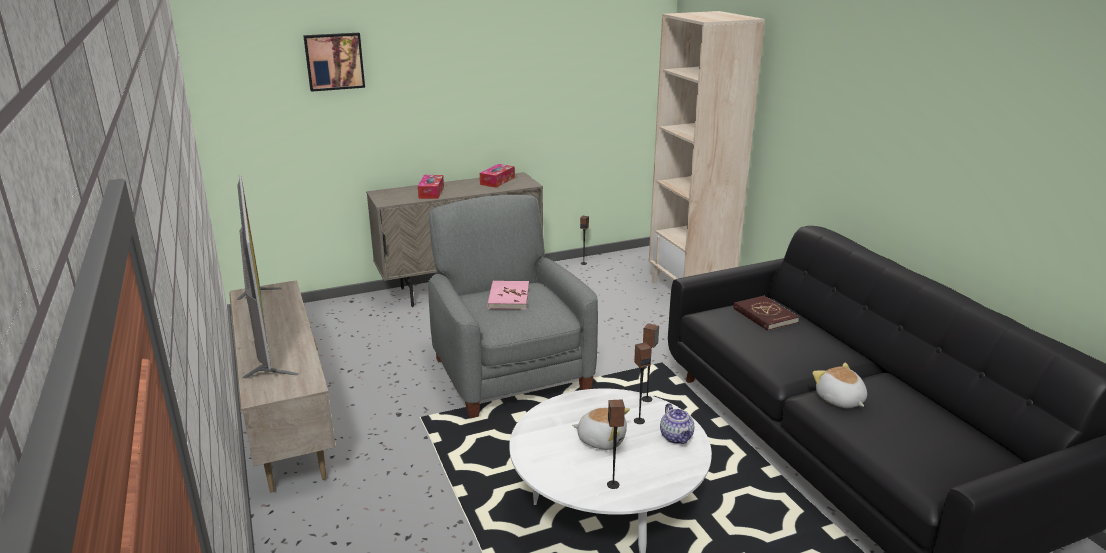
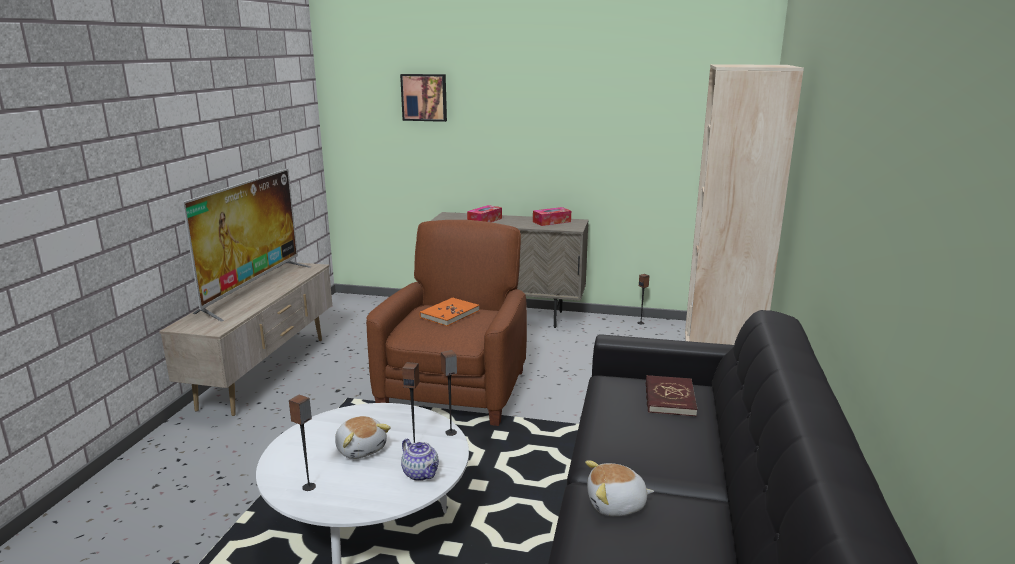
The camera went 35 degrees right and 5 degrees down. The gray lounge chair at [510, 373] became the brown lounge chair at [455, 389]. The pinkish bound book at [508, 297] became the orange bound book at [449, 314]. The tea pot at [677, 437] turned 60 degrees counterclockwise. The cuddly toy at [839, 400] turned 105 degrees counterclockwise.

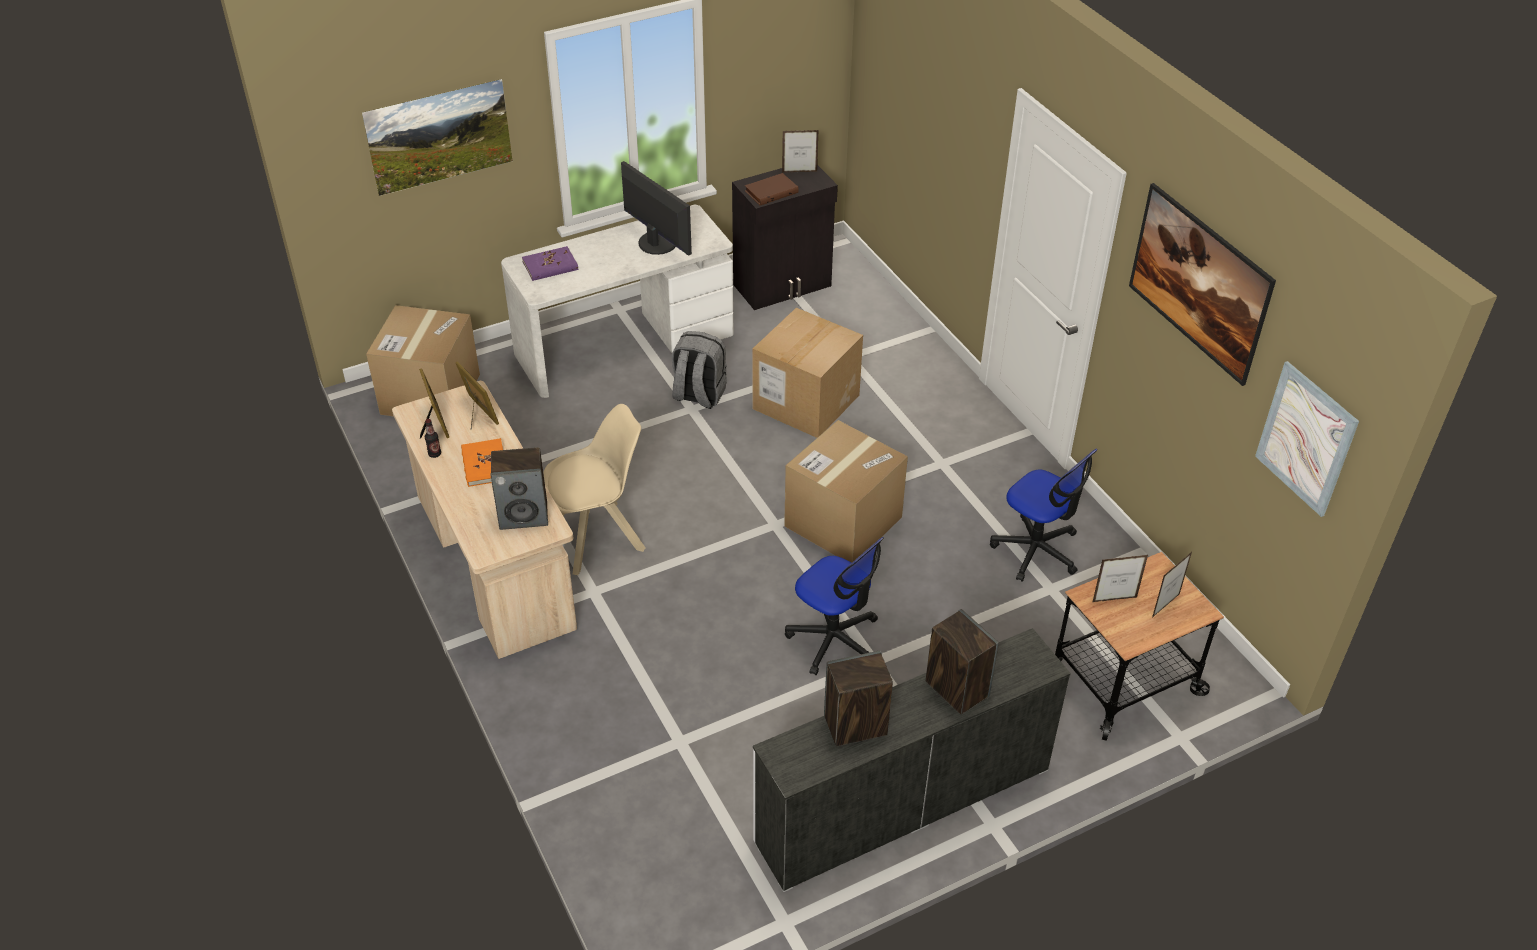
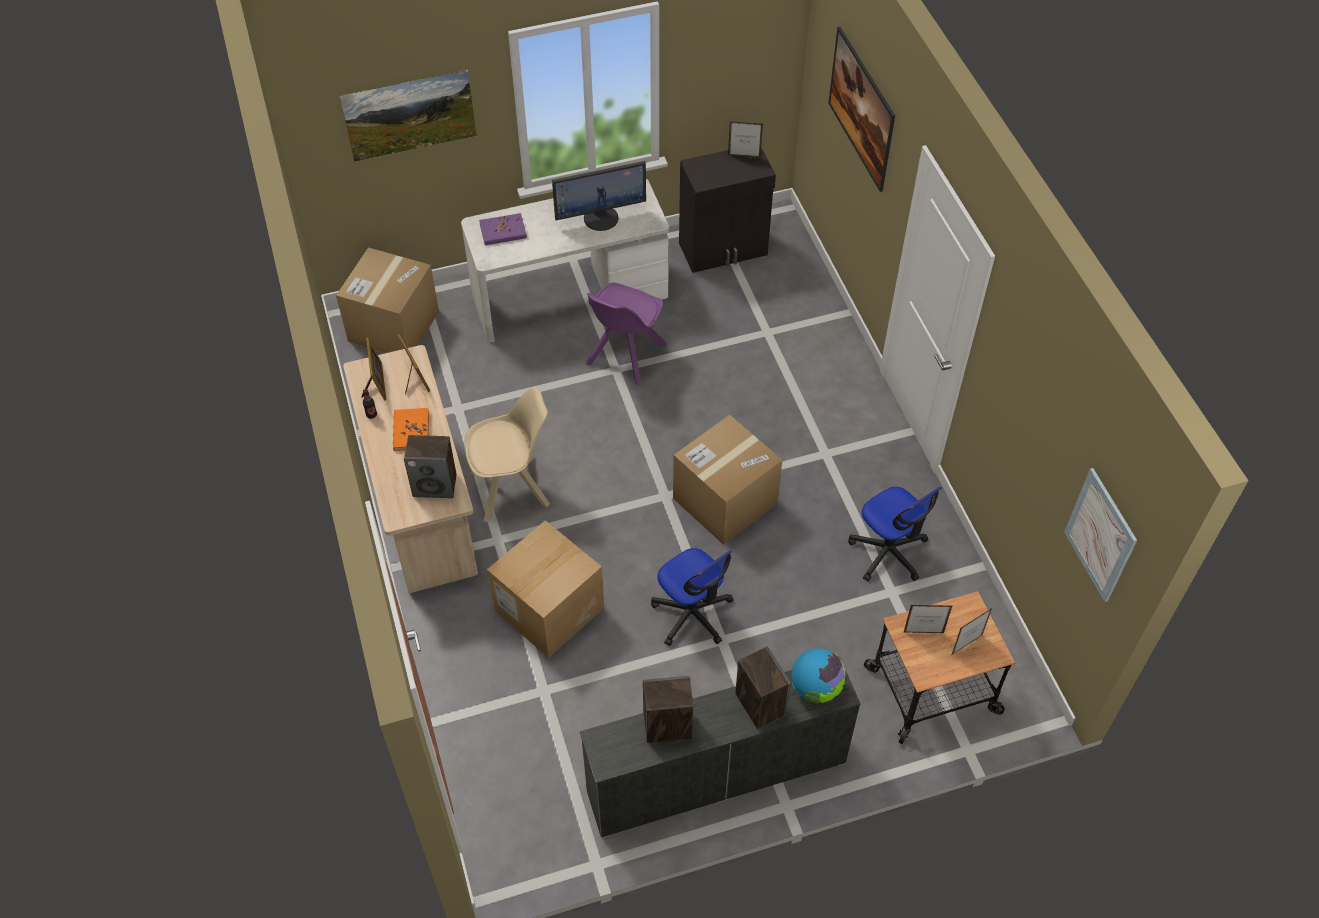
The camera went 10 degrees right and 10 degrees up. The brown bound book at [771, 191] disappeared. The desk globe at [816, 688] appeared. The packing box moved from [806, 402] to [549, 609]. The wall art moved from [1192, 308] to [858, 127]. The gray rucksack at [698, 395] was replaced by the purple-coloured plain chair at [625, 356]. The monitor at [656, 243] turned 105 degrees clockwise.

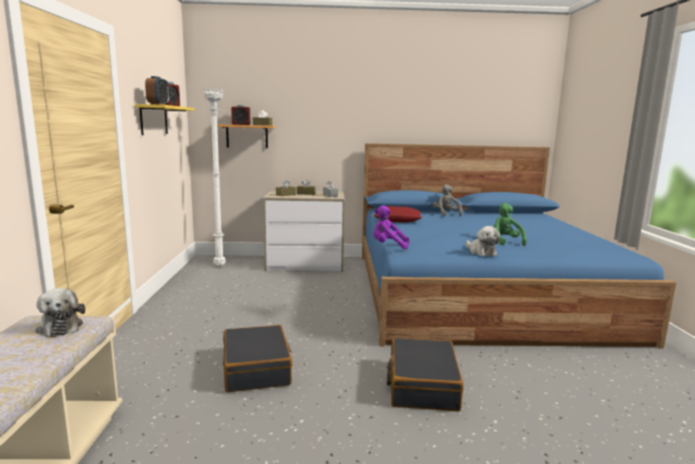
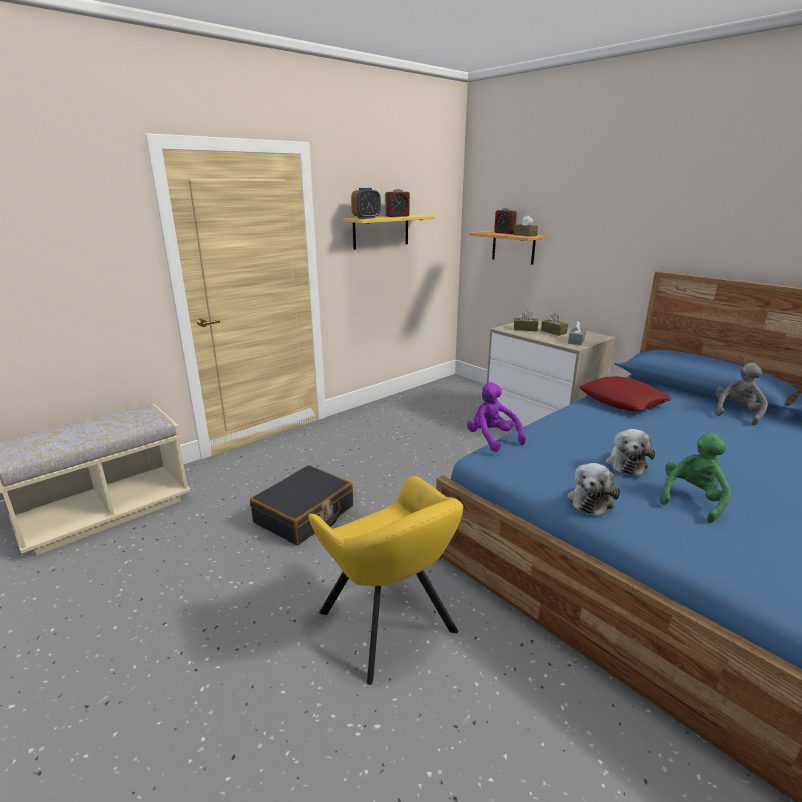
The camera went 50 degrees right and 10 degrees up. The white-coloured standard lamp at [220, 266] disappeared. The cuddly toy moved from [60, 326] to [626, 463]. The black piece of luggage at [422, 385] was replaced by the yellow-coloured lounge chair at [389, 627].

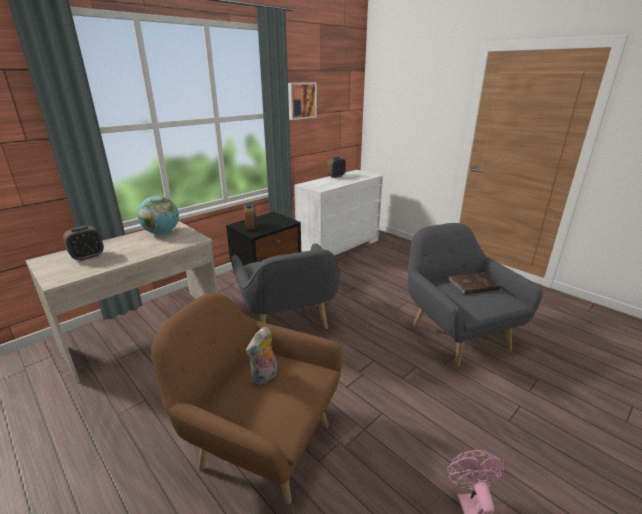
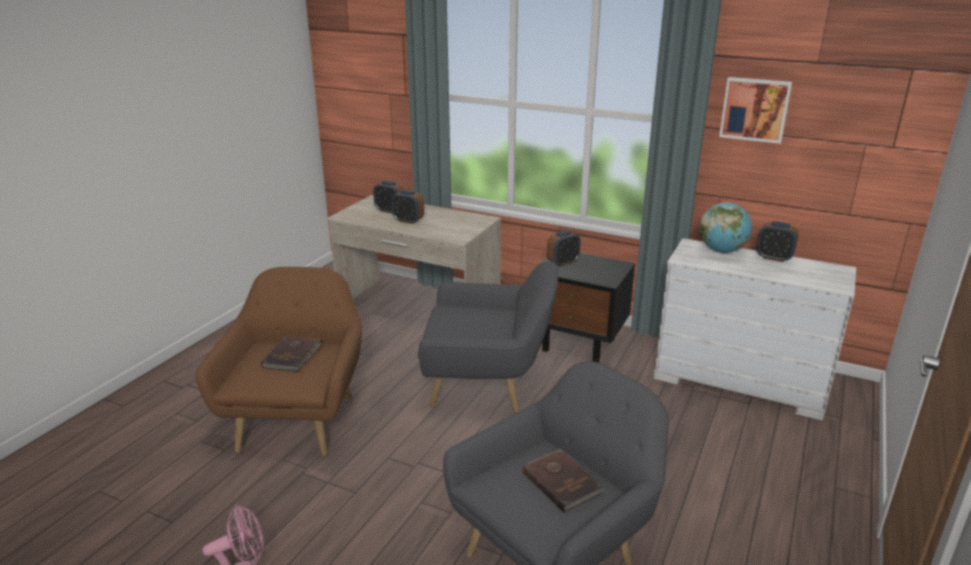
The camera went 70 degrees right and 0 degrees up. The alarm clock at [408, 221] appeared. The desk globe moved from [162, 233] to [722, 251]. The cuddly toy at [265, 377] was replaced by the brown bound book at [292, 356]. The gray lounge chair at [287, 321] turned 135 degrees counterclockwise.

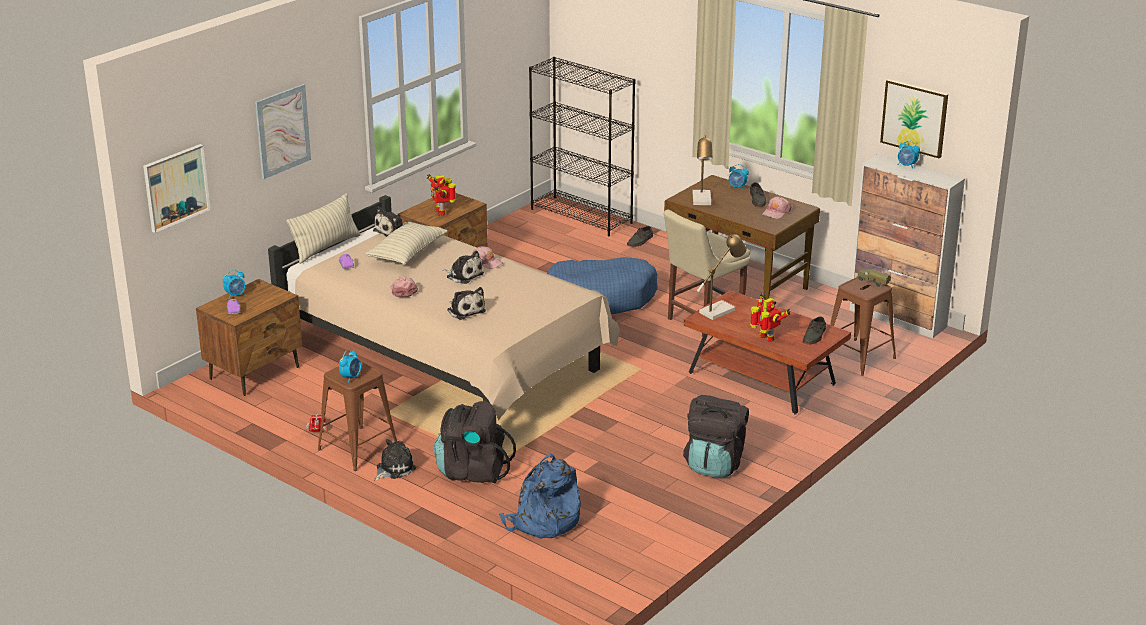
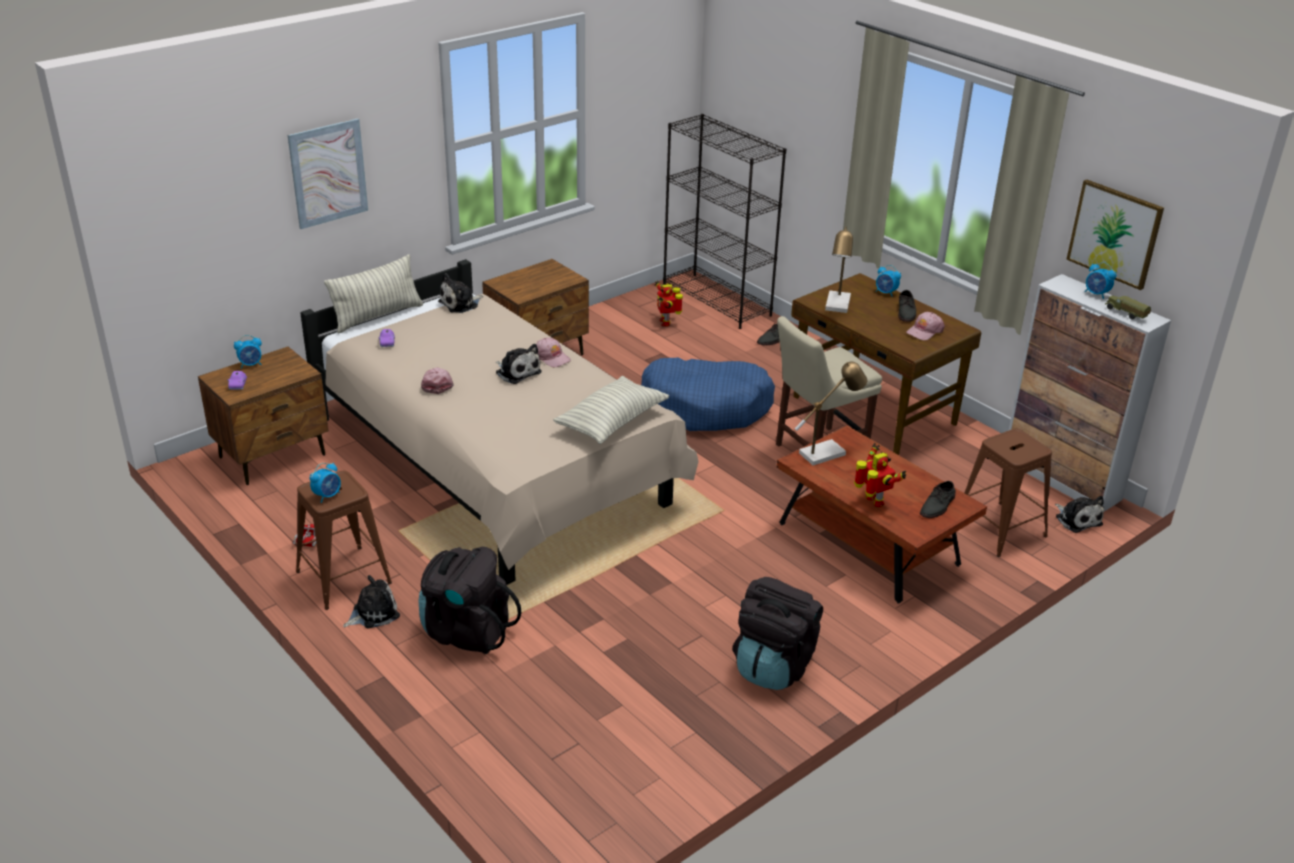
The camera went 10 degrees right and 5 degrees up. The wall art at [176, 187] disappeared. The blue-coloured rucksack at [543, 521] disappeared. The pillow moved from [407, 253] to [612, 422]. The model robot moved from [441, 212] to [666, 322]. The cuddly toy moved from [465, 310] to [1077, 519]. The toy lorry moved from [873, 282] to [1125, 314].

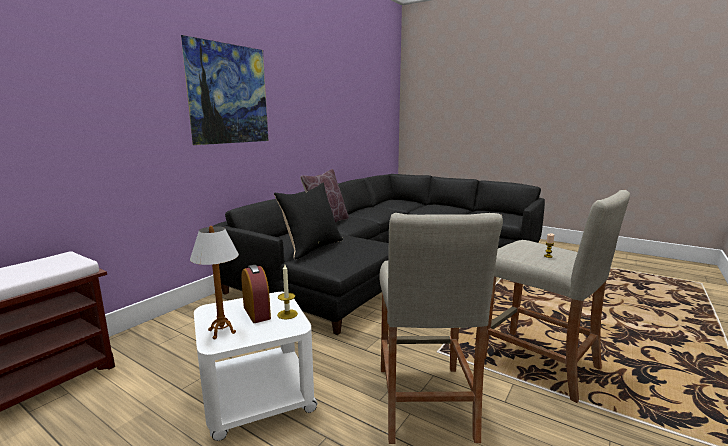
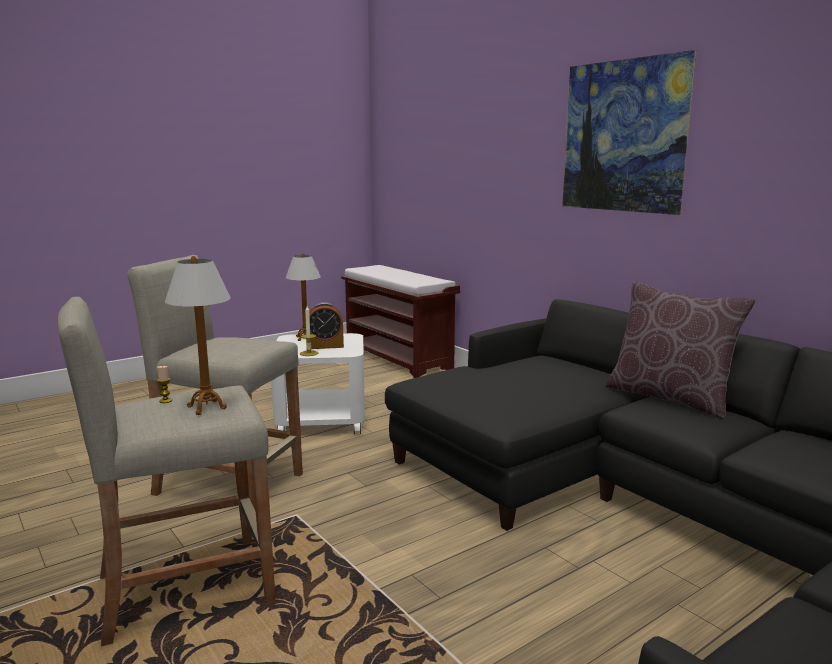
The camera went 110 degrees right and 0 degrees up. The black pillow at [312, 248] disappeared. The lamp for a table at [207, 408] appeared.

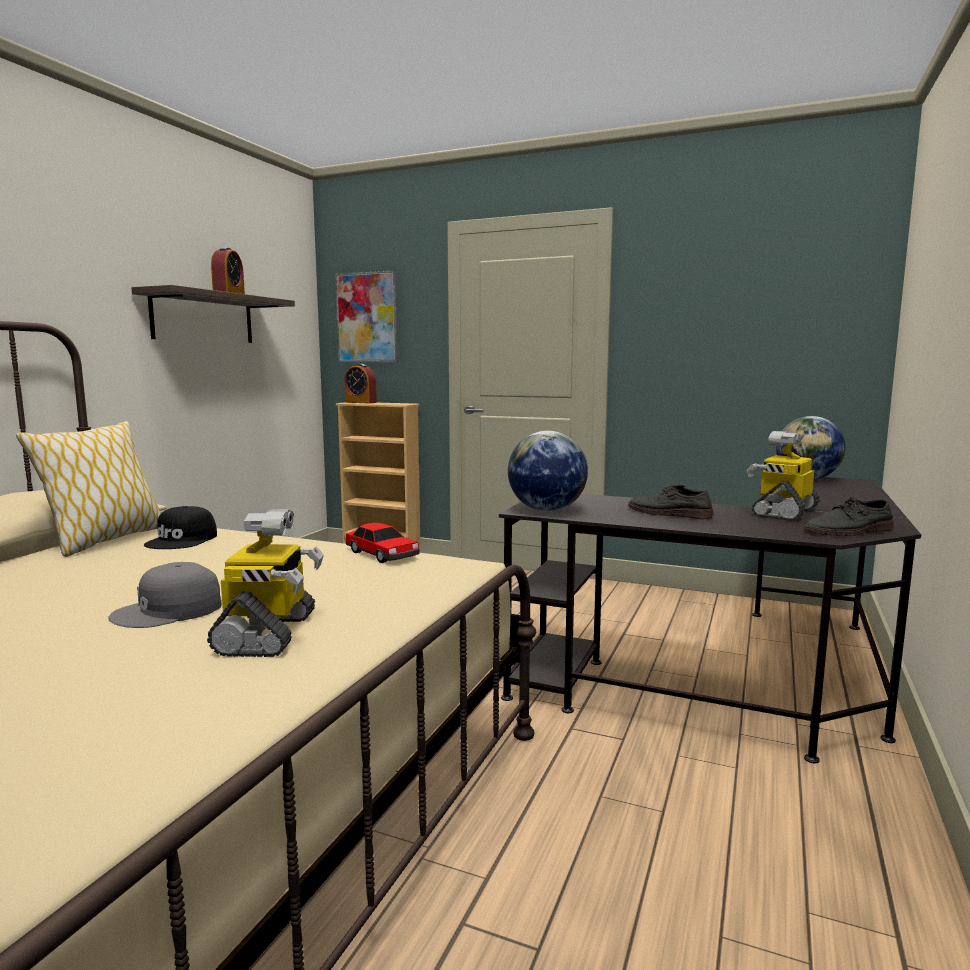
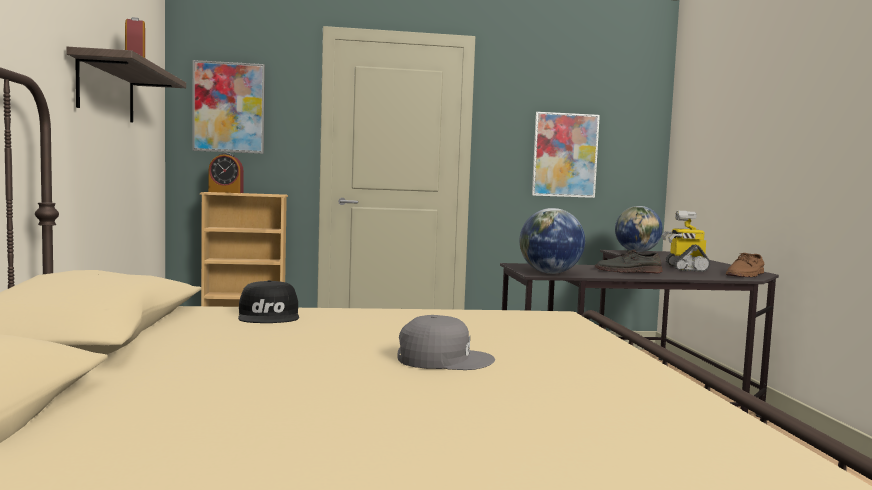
The camera went 30 degrees left and 5 degrees down. The pillow at [105, 541] disappeared. The model robot at [269, 634] disappeared. The miniature car at [382, 554] disappeared. The wall art at [565, 155] appeared. The gray low shoe at [849, 531] became the brown low shoe at [746, 275]. The gray baseball cap at [169, 611] turned 120 degrees counterclockwise.

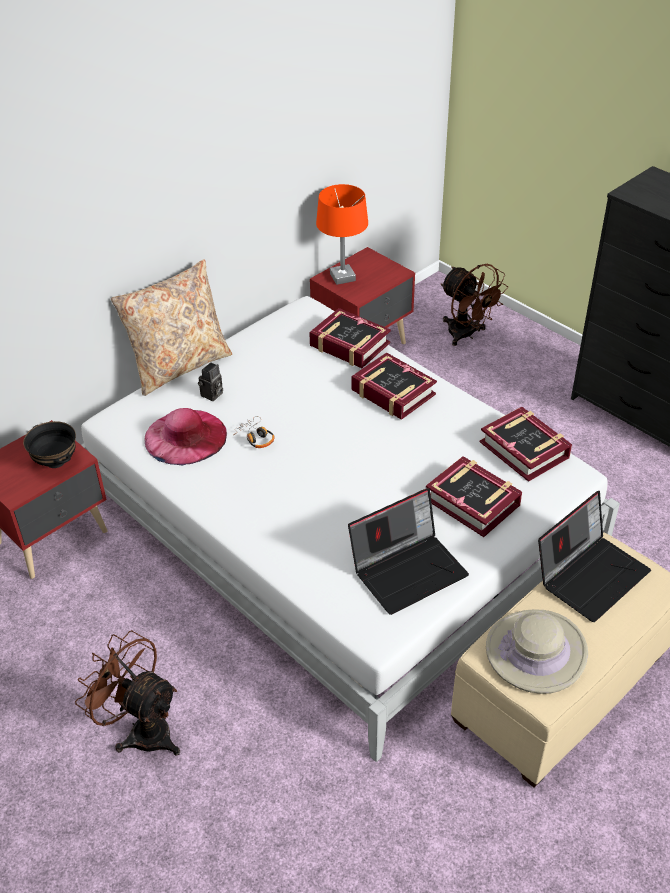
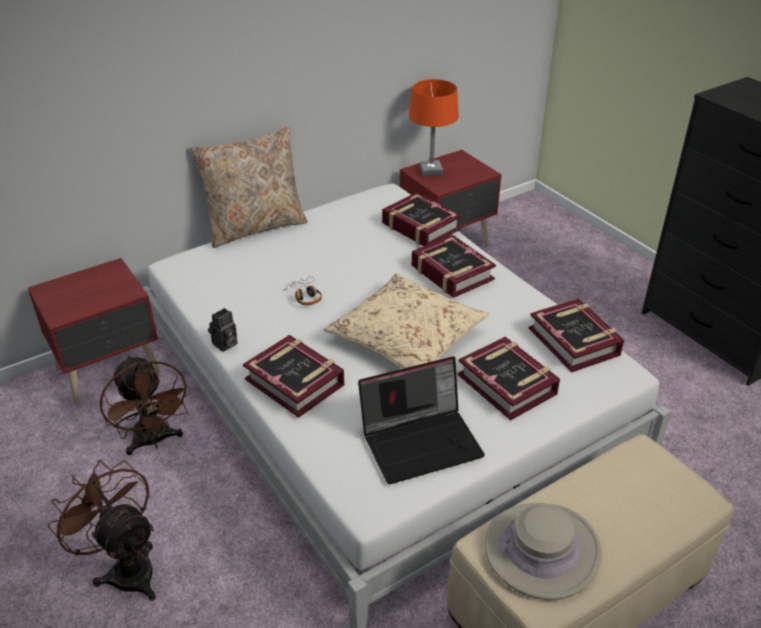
The camera went 10 degrees right and 5 degrees down. The black bowl at [55, 462] disappeared. The pinkish hat at [185, 436] disappeared. The laptop at [590, 574] disappeared. The bound book at [295, 382] appeared. The beige-coloured pillow at [406, 336] appeared. The still camera moved from [212, 395] to [225, 345]. The brown fan moved from [466, 335] to [154, 441].

